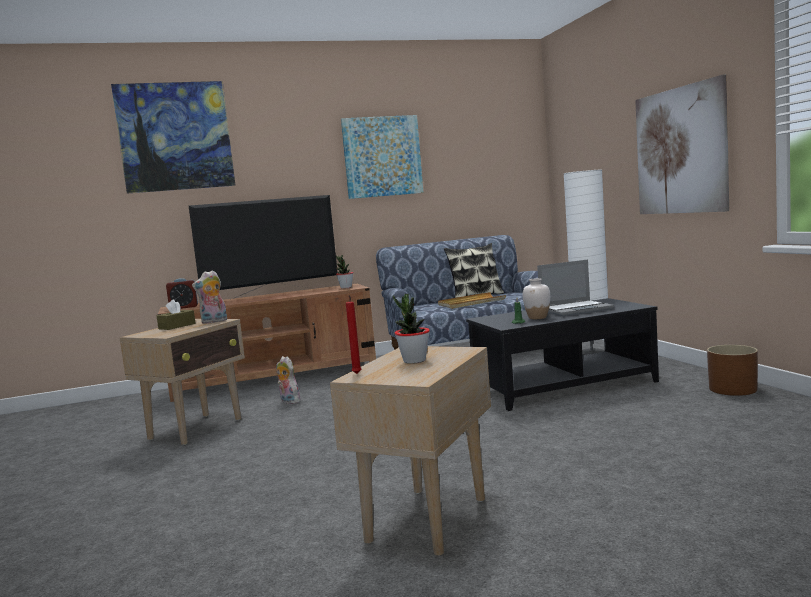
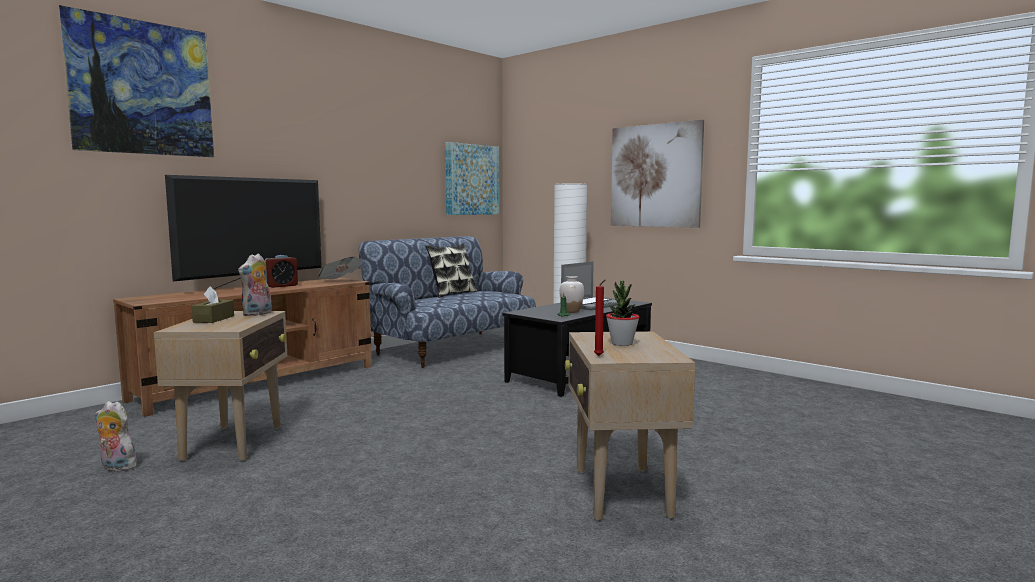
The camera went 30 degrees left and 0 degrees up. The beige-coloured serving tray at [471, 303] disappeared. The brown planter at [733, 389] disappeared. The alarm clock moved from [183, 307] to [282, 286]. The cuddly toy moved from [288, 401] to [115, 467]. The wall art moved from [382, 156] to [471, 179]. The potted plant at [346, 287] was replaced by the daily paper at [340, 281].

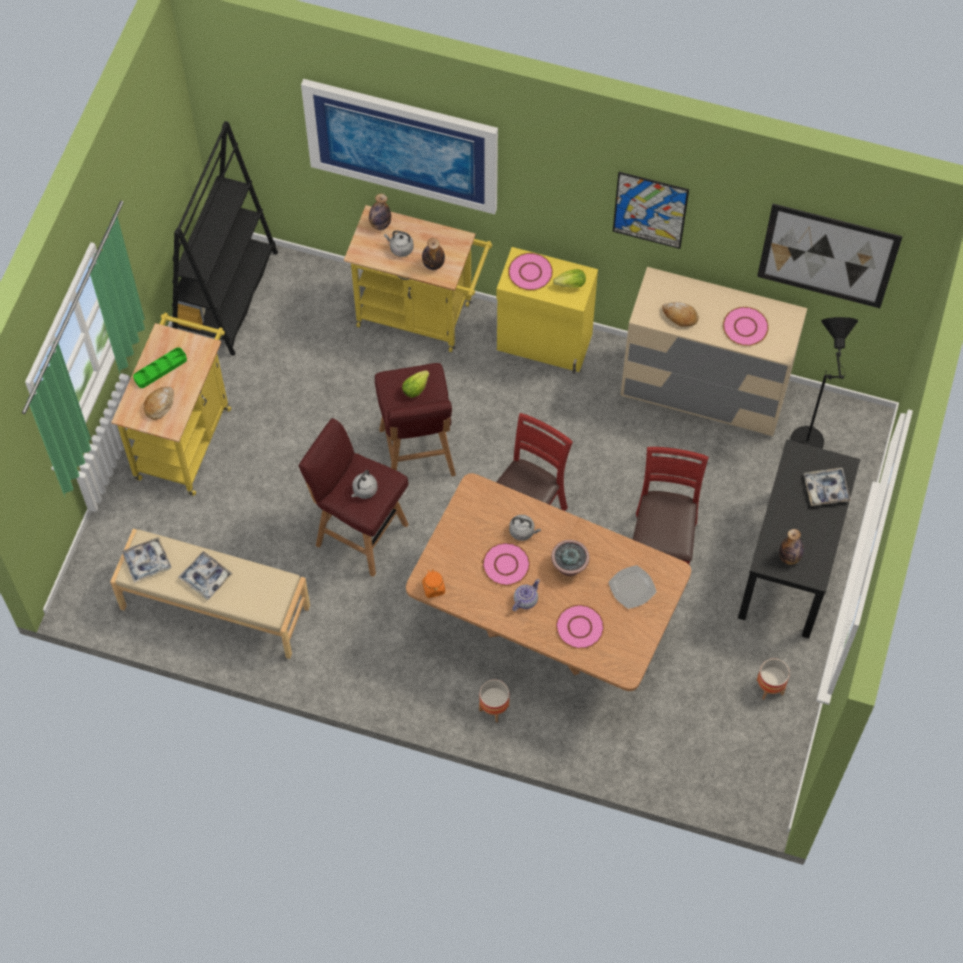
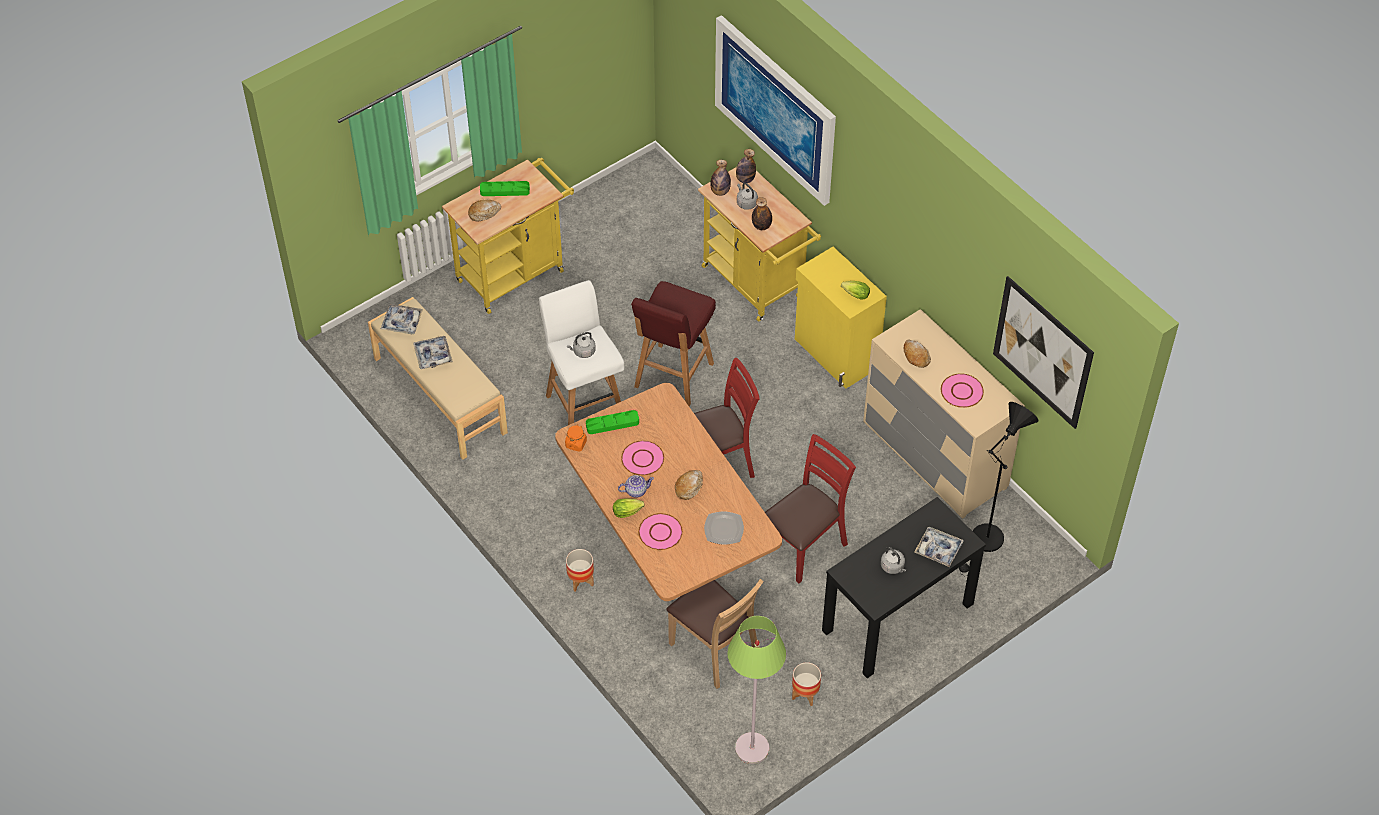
The camera went 35 degrees right and 10 degrees down. The black bookcase at [226, 296] disappeared. The pinkish dinner plate at [530, 272] disappeared. The wall art at [650, 210] disappeared. The green-coloured serving tray at [612, 424] appeared. The brown plain chair at [714, 649] appeared. The green-coloured standard lamp at [752, 748] appeared. The lettuce moved from [417, 387] to [629, 512]. The gray kettle moved from [523, 531] to [893, 567]. The beverage bottle moved from [789, 557] to [720, 191]. The potted plant at [569, 566] was replaced by the bakery bread at [689, 487]. The red stool seat at [360, 533] became the white-coloured stool seat at [584, 406].

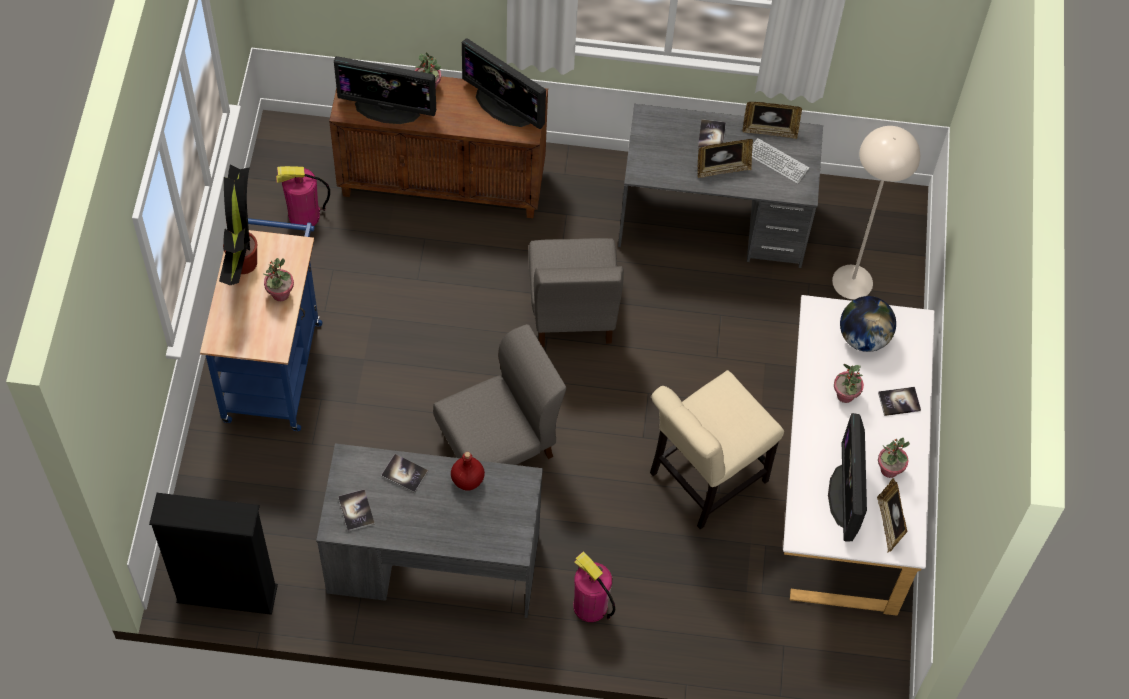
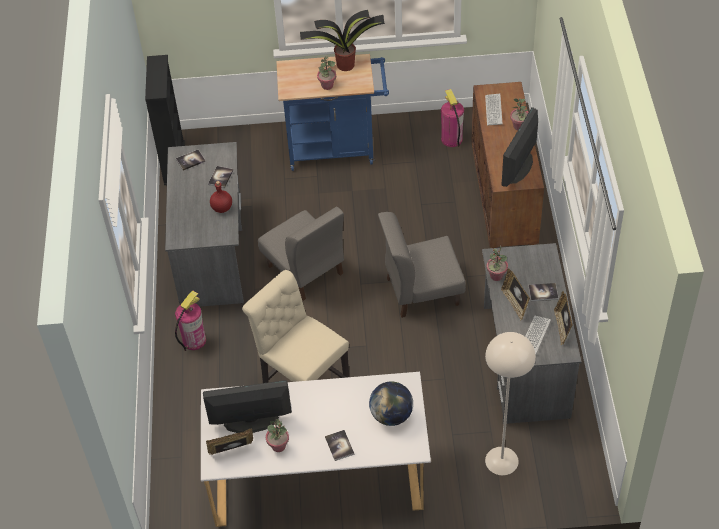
The camera went 85 degrees right and 10 degrees down. The potted plant moved from [845, 395] to [496, 276]. The monitor at [387, 109] was replaced by the PC keyboard at [493, 110].

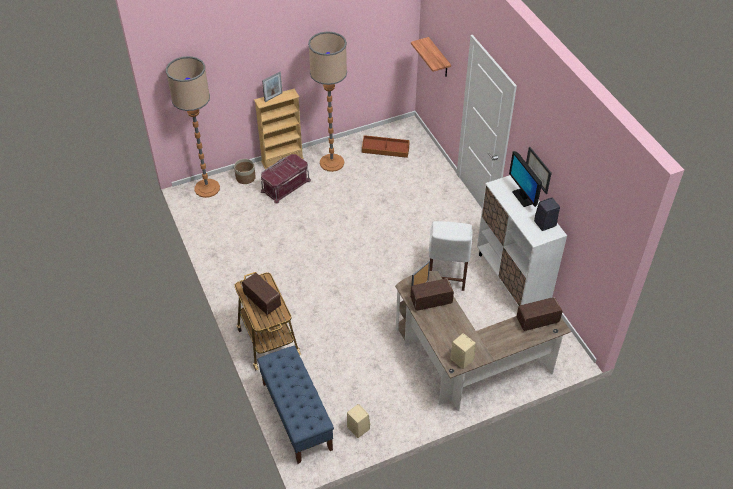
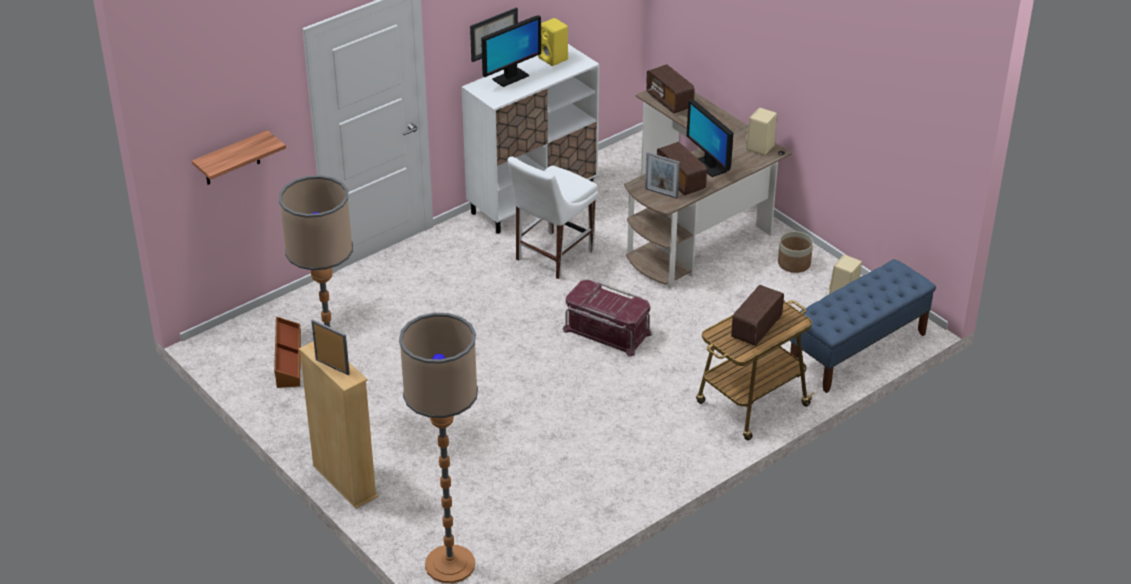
The camera went 105 degrees left and 10 degrees down. The monitor at [709, 166] appeared. The planter moved from [246, 177] to [794, 263]. The red storage container moved from [285, 185] to [606, 332]. The black speaker at [544, 224] became the yellow-coloured speaker at [554, 59]. The white-coloured plain chair at [446, 276] turned 135 degrees clockwise.

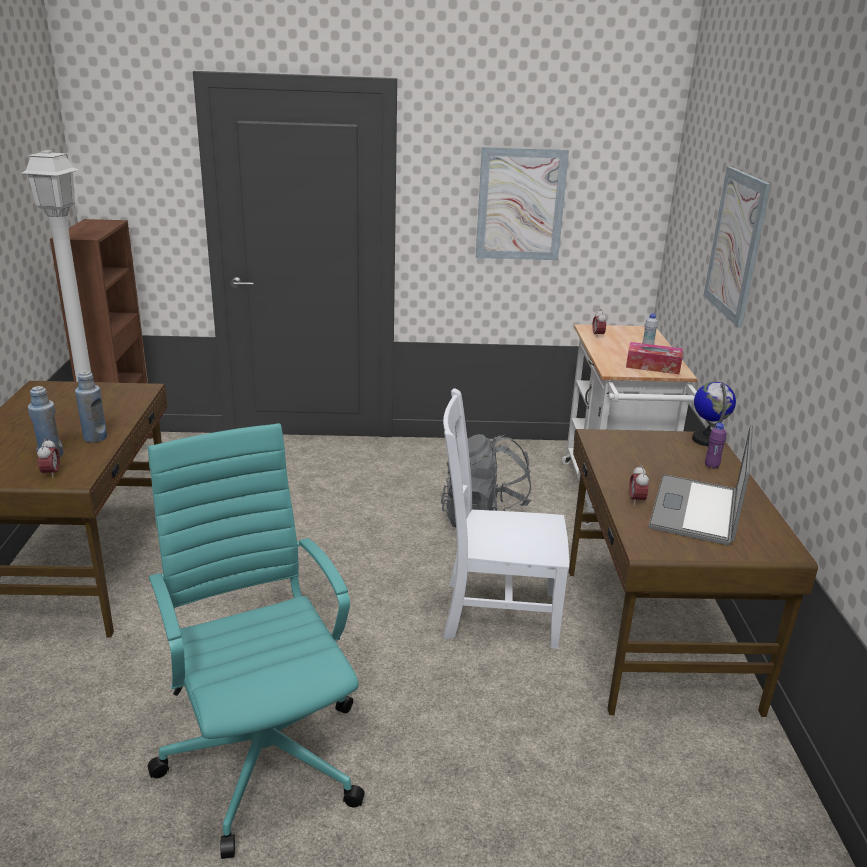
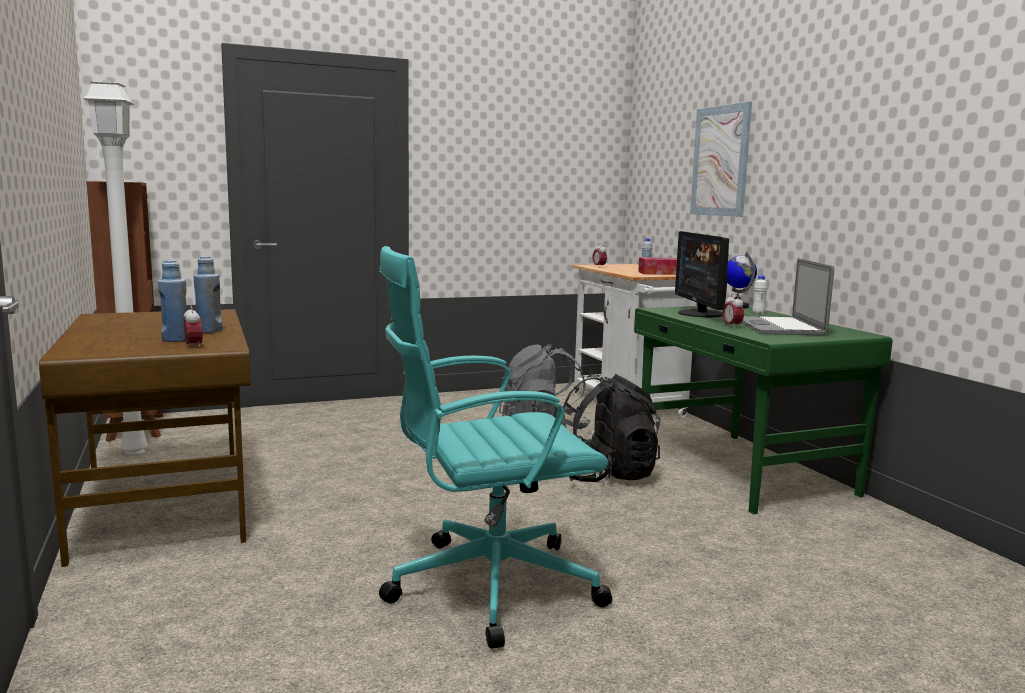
The camera went 20 degrees left and 15 degrees down. The wall art at [520, 204] disappeared. The monitor at [700, 314] appeared. The white-coloured plain chair at [496, 613] was replaced by the black rucksack at [605, 476]. The brown desk unit at [654, 637] became the green-coloured desk unit at [741, 470]. The purple-coloured beverage bottle at [711, 466] became the white-coloured beverage bottle at [758, 314]. The turquoise office chair at [264, 755] turned 60 degrees counterclockwise.

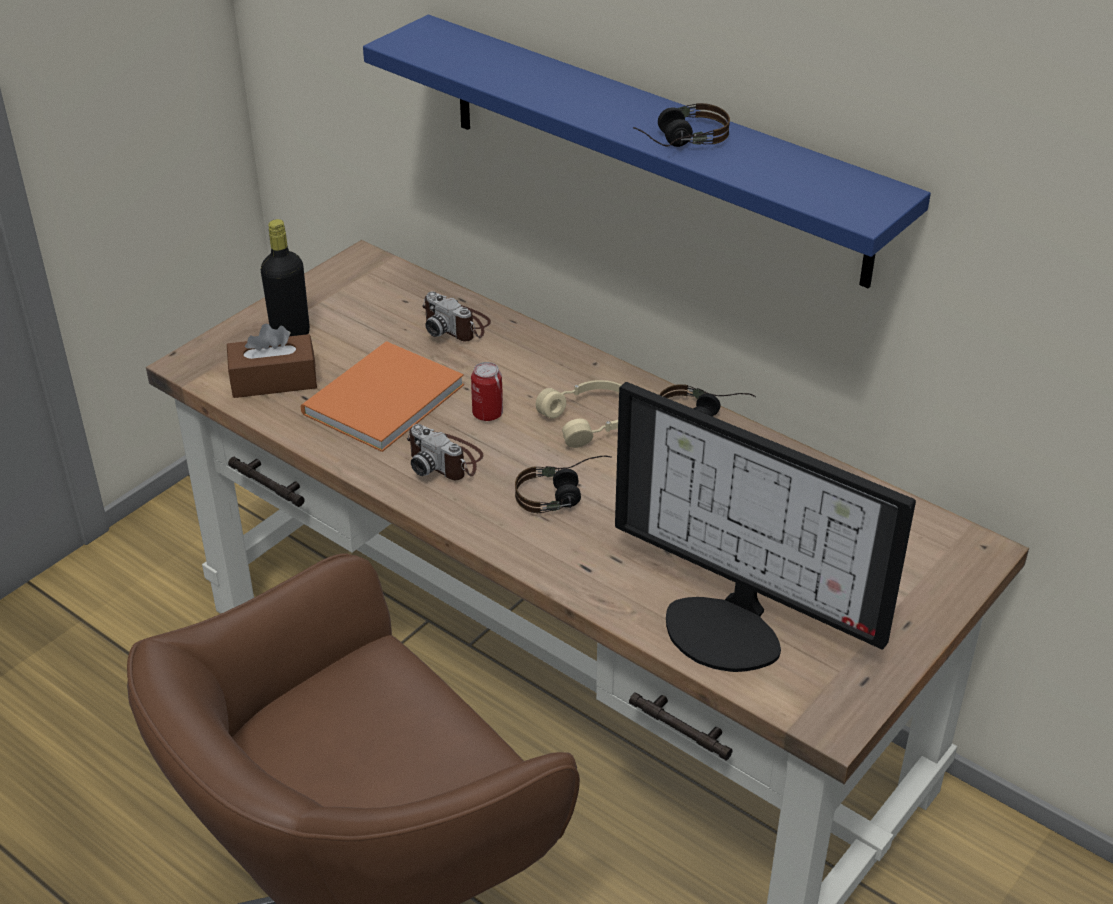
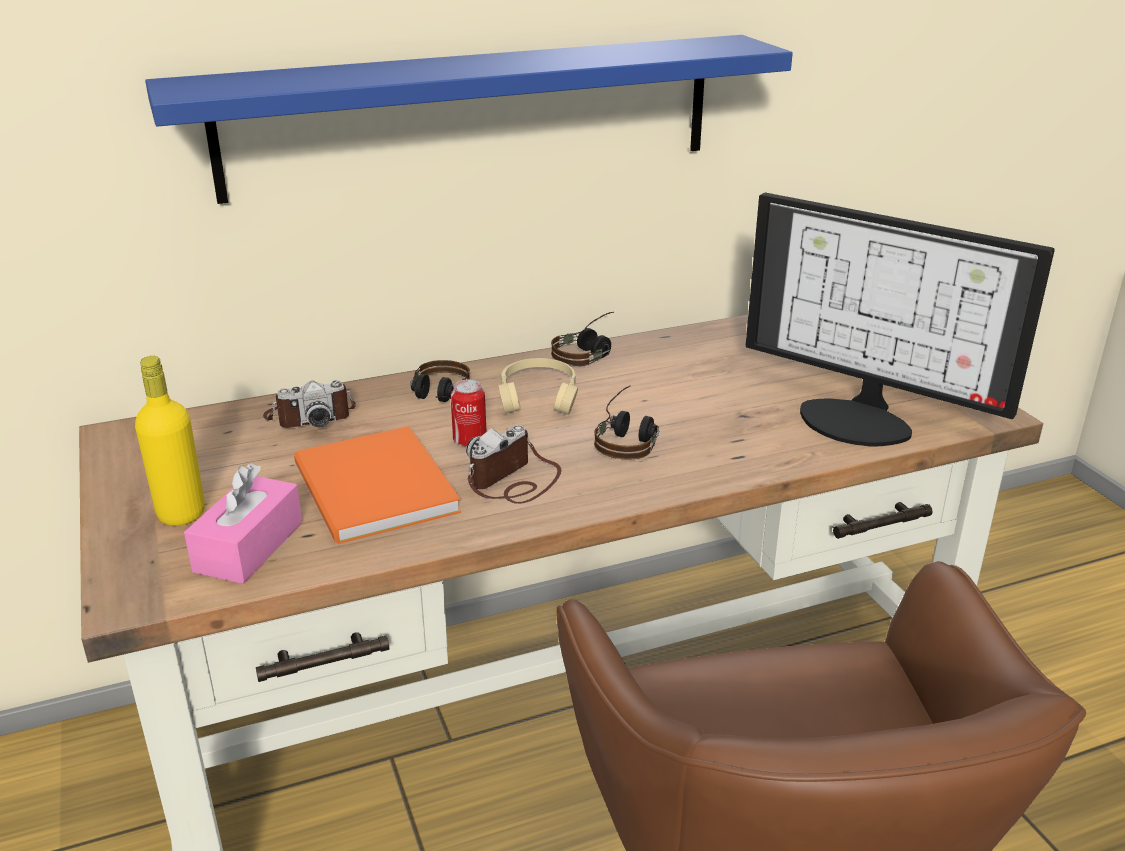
The camera went 60 degrees left and 10 degrees down. The headset moved from [677, 141] to [439, 398]. The brown tissue holder at [273, 380] became the pinkish tissue holder at [249, 547]. The black beverage bottle at [290, 335] became the yellow-coloured beverage bottle at [181, 513]. The still camera at [445, 459] turned 150 degrees clockwise. The monitor at [730, 626] turned 60 degrees clockwise.

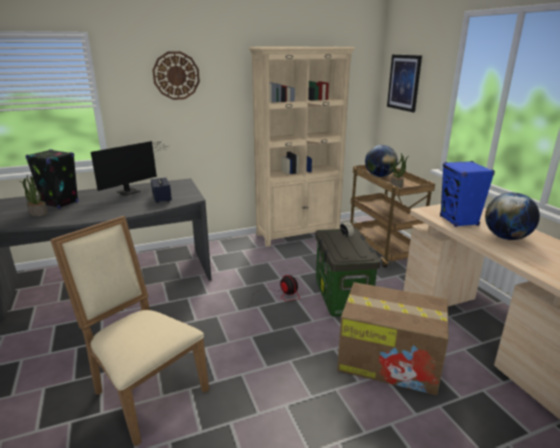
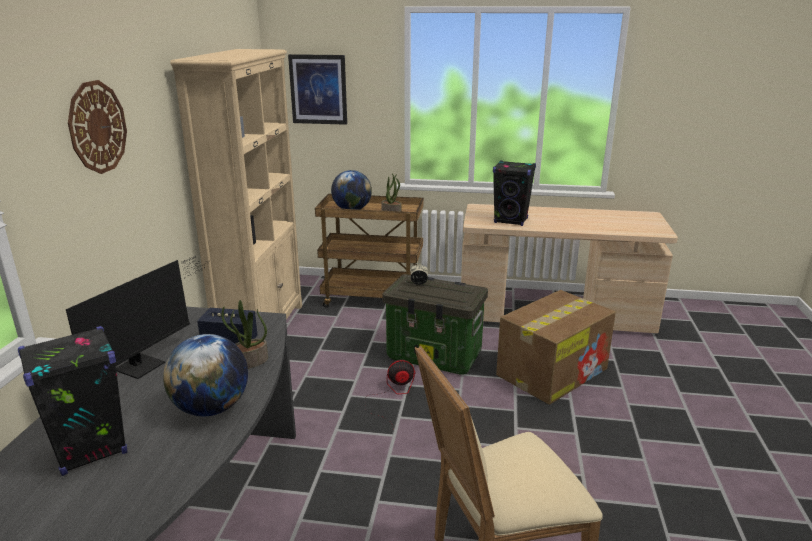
The camera went 60 degrees left and 0 degrees up. The potted plant moved from [38, 213] to [249, 362]. The desk globe moved from [506, 237] to [211, 408]. The blue-coloured speaker at [459, 221] became the black speaker at [511, 221]. The monitor at [132, 191] turned 45 degrees clockwise.

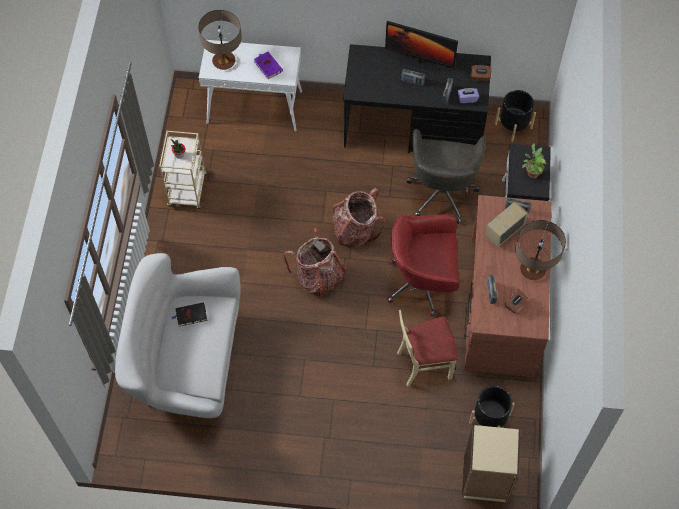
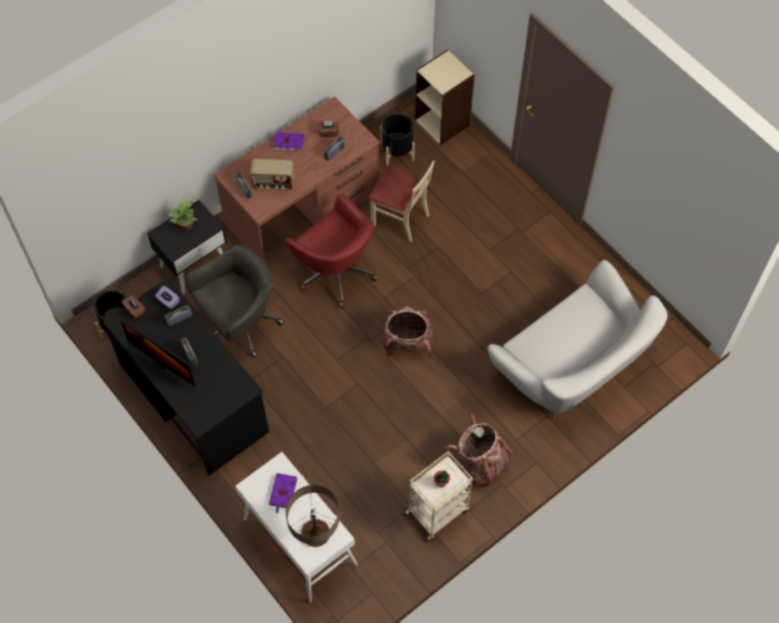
The camera went 135 degrees left and 0 degrees up. The black bound book at [190, 315] disappeared. The rucksack moved from [355, 230] to [479, 464]. The lamp for a table at [532, 270] was replaced by the purple-coloured bound book at [288, 143]. The monitor at [419, 62] turned 150 degrees clockwise.

